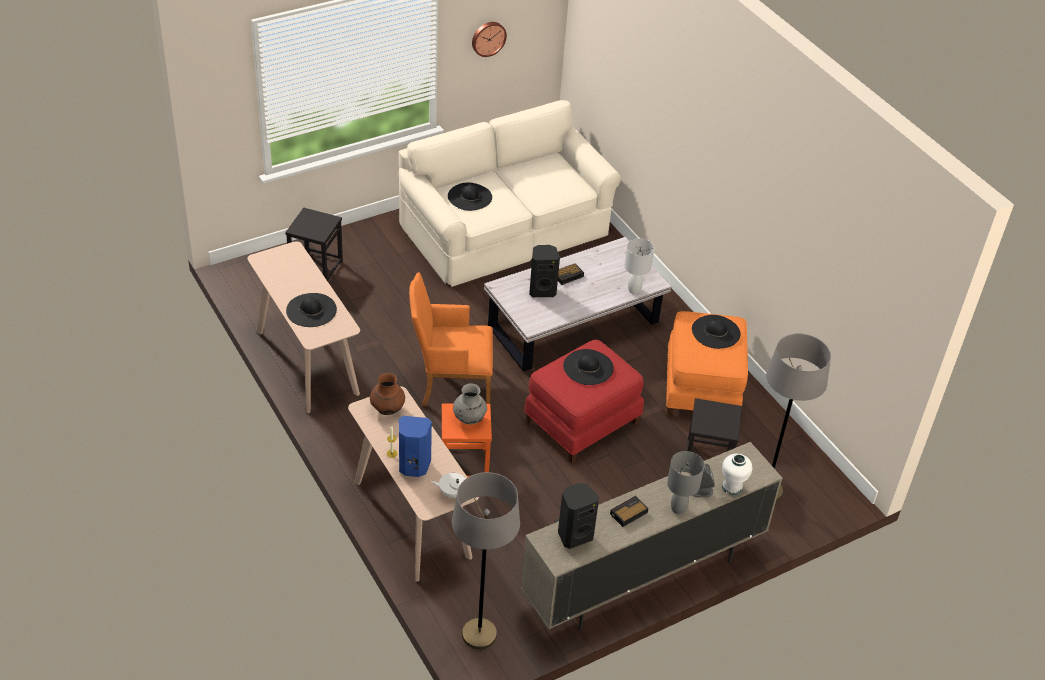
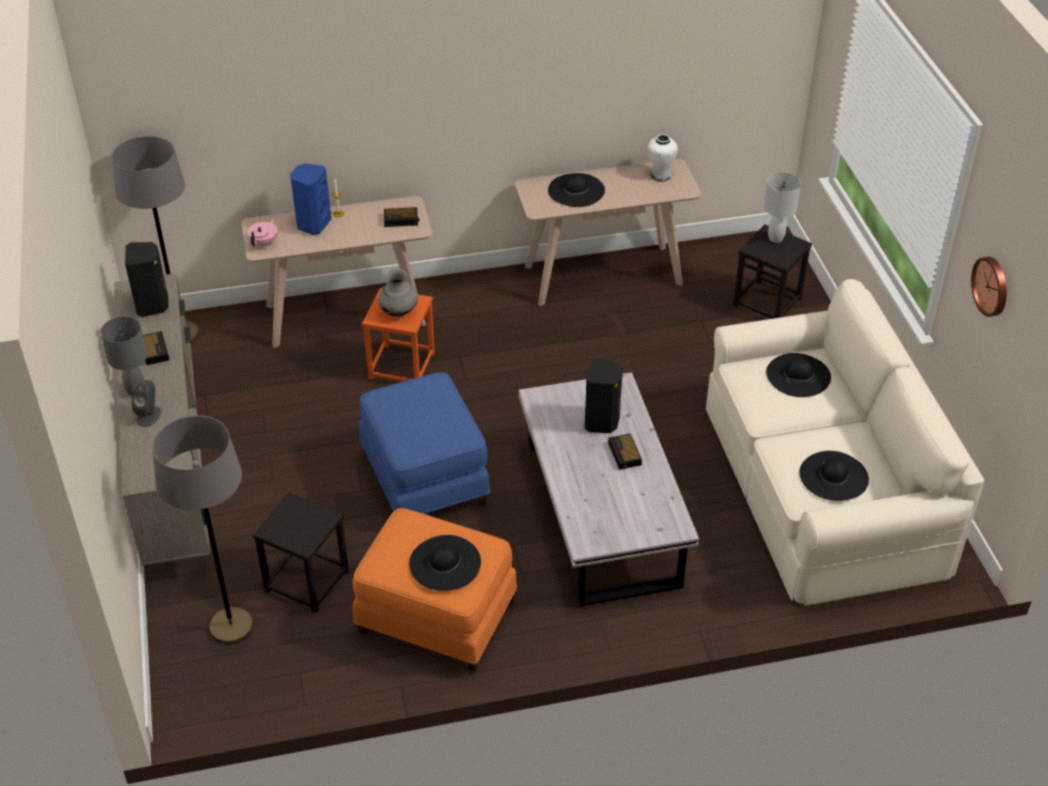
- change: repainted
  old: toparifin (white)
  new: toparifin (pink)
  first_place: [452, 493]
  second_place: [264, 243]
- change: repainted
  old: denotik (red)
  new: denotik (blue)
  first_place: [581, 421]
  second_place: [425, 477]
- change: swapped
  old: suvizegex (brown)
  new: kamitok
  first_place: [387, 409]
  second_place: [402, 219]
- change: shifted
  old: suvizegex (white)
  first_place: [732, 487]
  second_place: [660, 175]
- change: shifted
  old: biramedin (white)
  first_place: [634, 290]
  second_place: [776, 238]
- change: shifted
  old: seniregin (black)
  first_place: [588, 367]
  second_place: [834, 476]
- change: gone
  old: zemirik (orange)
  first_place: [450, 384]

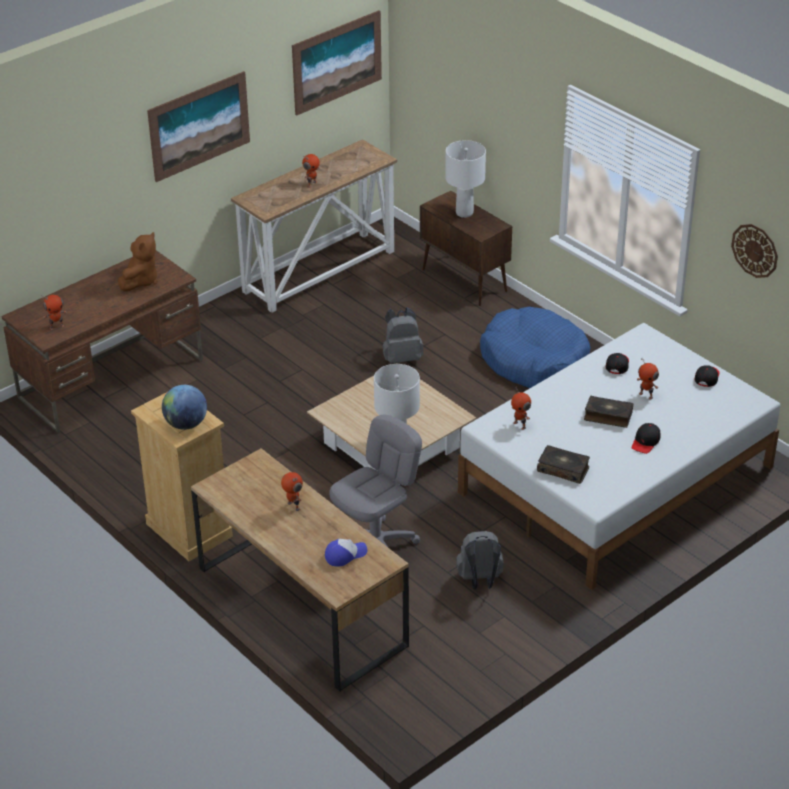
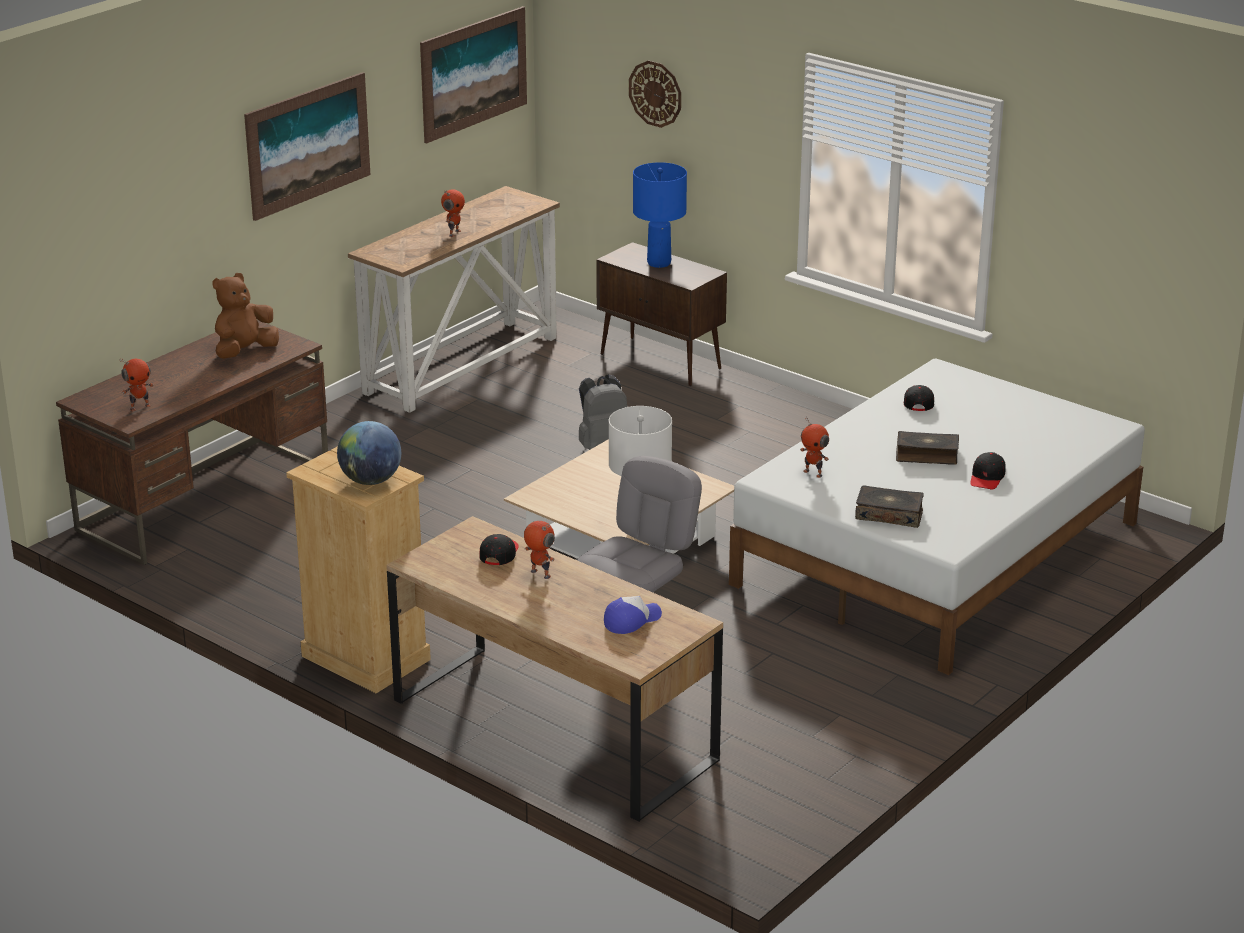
- change: rotated
  old: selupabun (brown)
  first_place: [140, 281]
  second_place: [244, 352]
  degrees: -150
- change: shifted
  old: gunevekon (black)
  first_place: [707, 378]
  second_place: [499, 554]
- change: shifted
  old: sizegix
  first_place: [755, 250]
  second_place: [655, 93]
- change: repainted
  old: biramedin (white)
  new: biramedin (blue)
  first_place: [464, 213]
  second_place: [659, 263]
- change: gone
  old: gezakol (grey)
  first_place: [480, 581]
- change: gone
  old: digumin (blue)
  first_place: [535, 361]
- change: gone
  old: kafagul
  first_place: [646, 395]

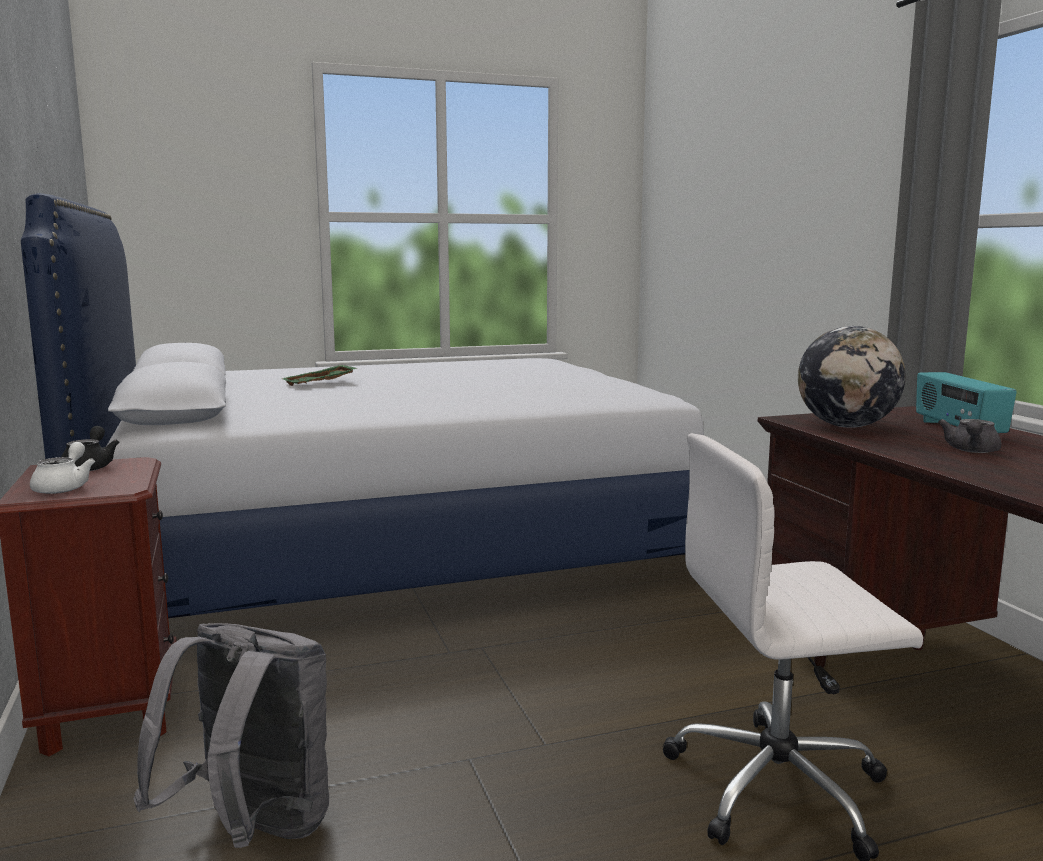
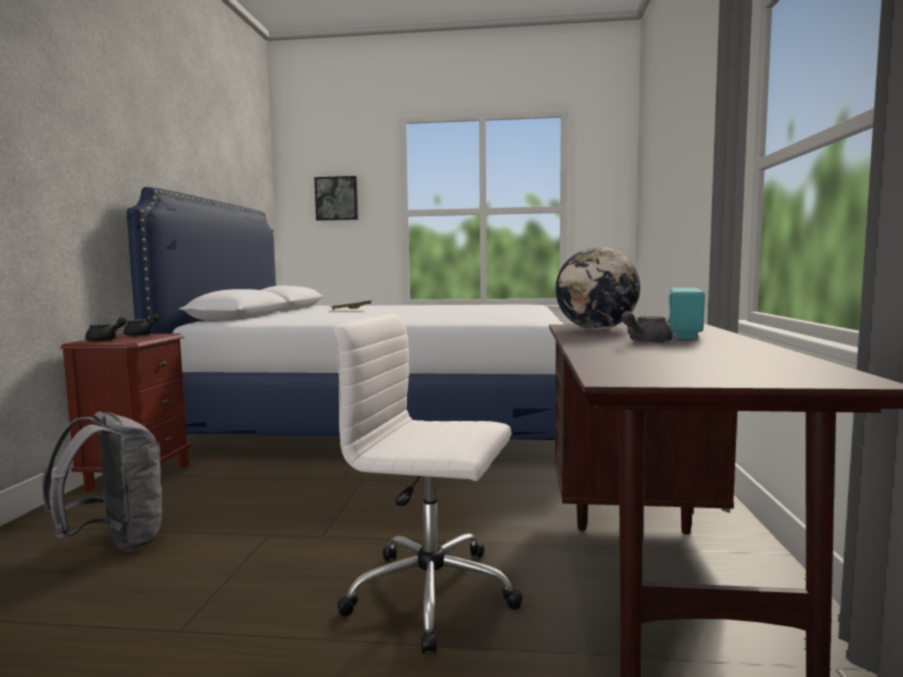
- change: repainted
  old: toparifin (white)
  new: toparifin (black)
  first_place: [64, 487]
  second_place: [106, 340]
- change: new
  new: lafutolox
  second_place: [337, 198]

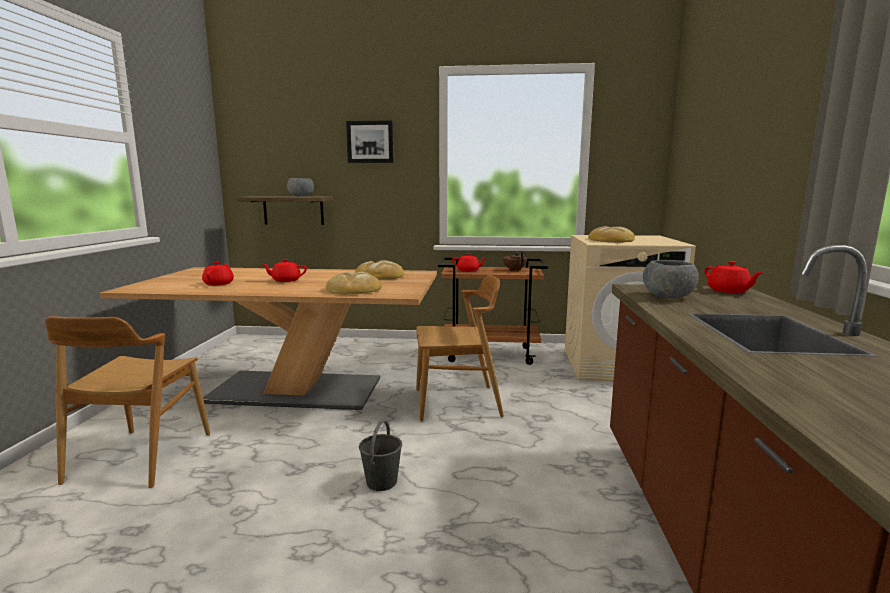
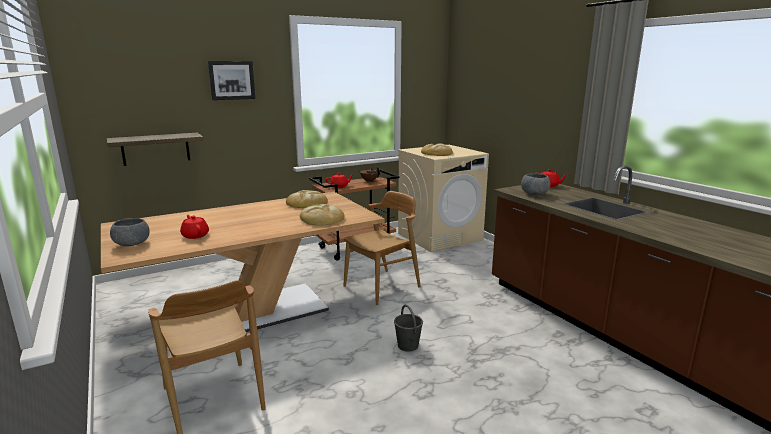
- change: shifted
  old: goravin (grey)
  first_place: [301, 196]
  second_place: [132, 244]
- change: gone
  old: toparifin (red)
  first_place: [285, 280]

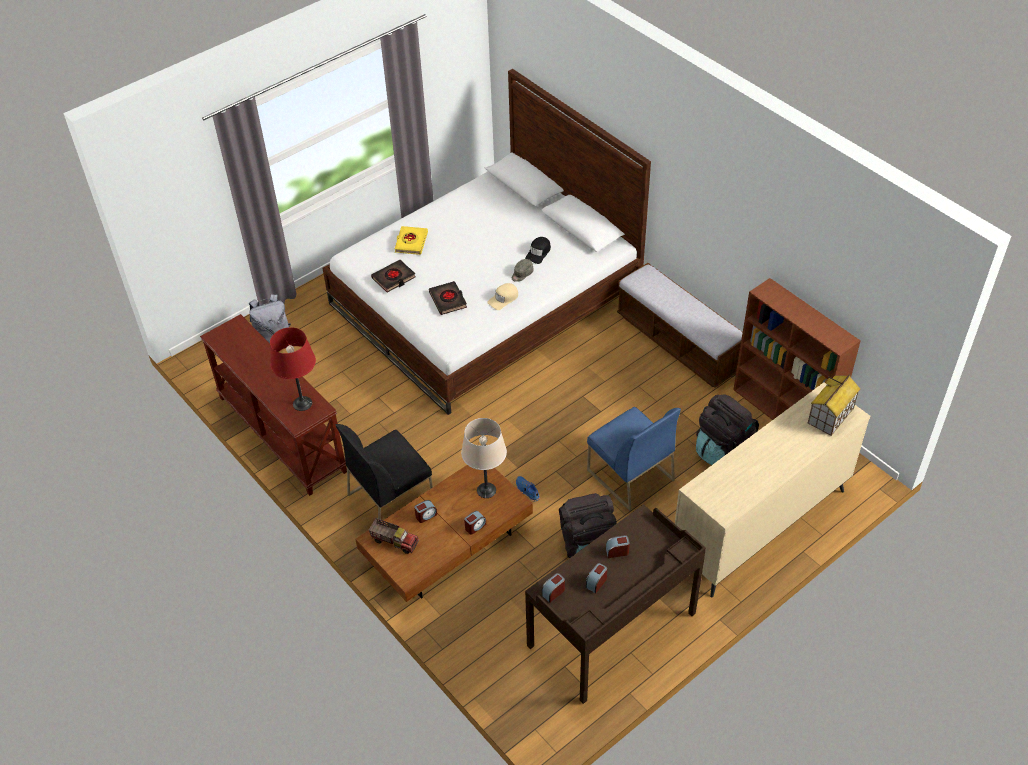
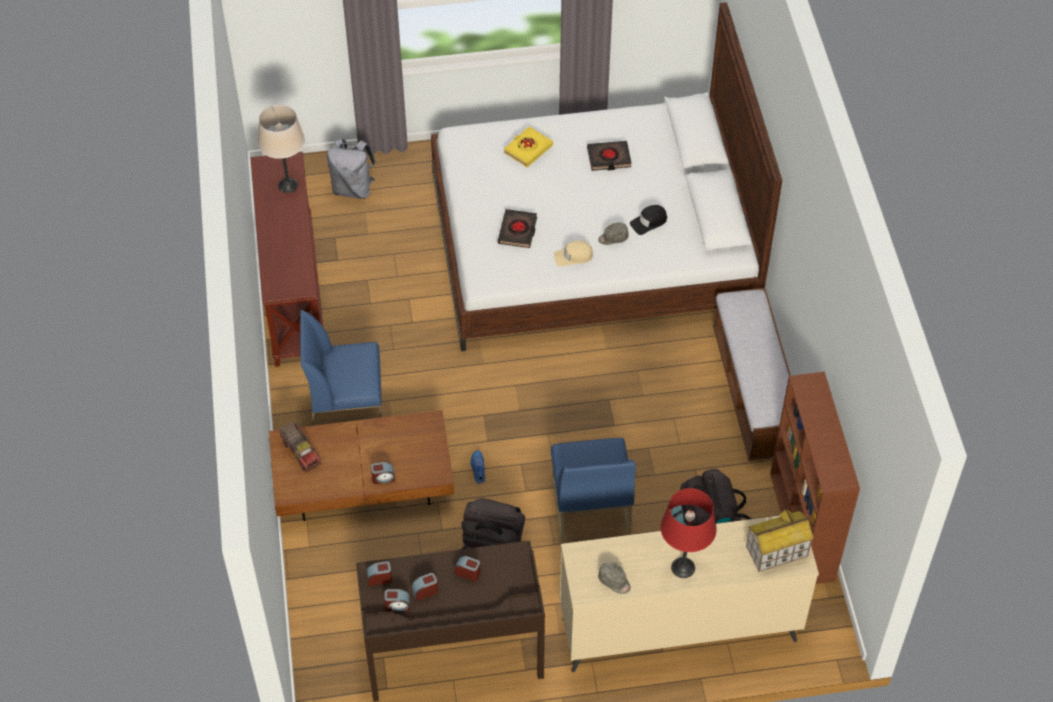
- change: shifted
  old: biramedin (beige)
  first_place: [486, 490]
  second_place: [287, 185]
- change: repainted
  old: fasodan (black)
  new: fasodan (blue)
  first_place: [391, 497]
  second_place: [347, 407]
- change: shifted
  old: kamitok
  first_place: [426, 515]
  second_place: [397, 605]
- change: shifted
  old: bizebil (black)
  first_place: [393, 278]
  second_place: [609, 158]
- change: new
  new: gunevekon (grey)
  second_place: [614, 581]
- change: shifted
  old: biramedin (red)
  first_place: [302, 404]
  second_place: [683, 568]

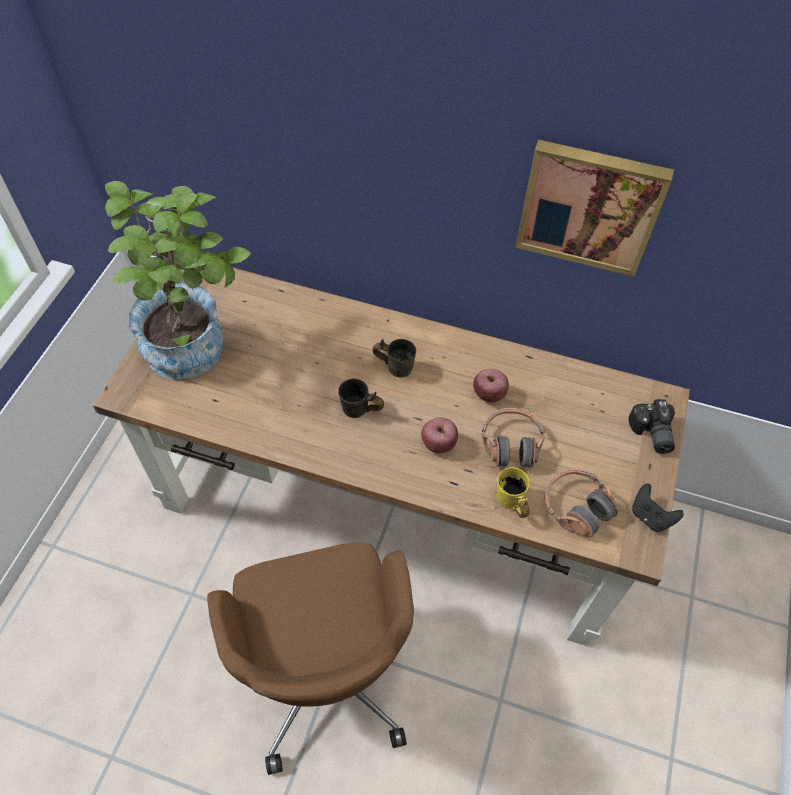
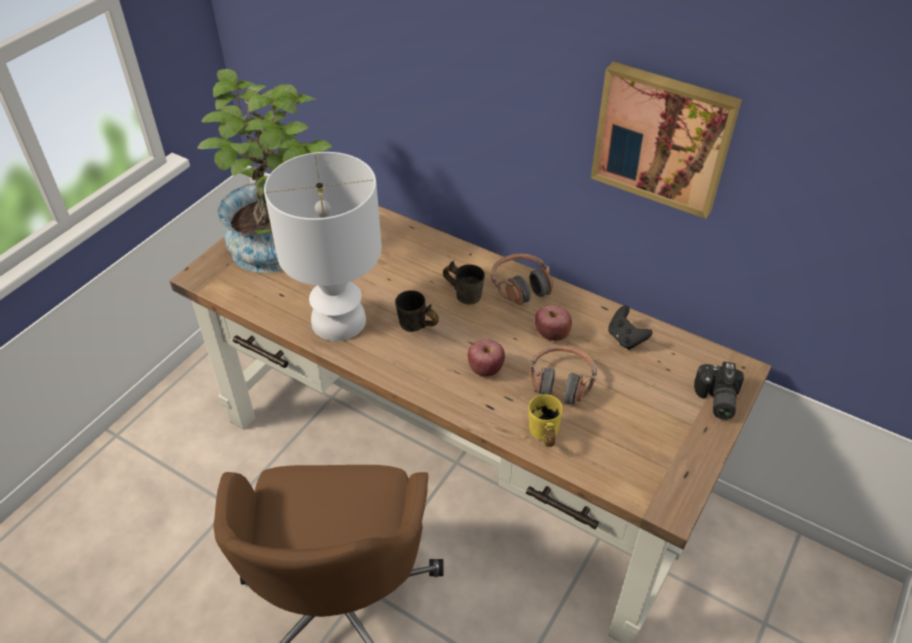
- change: new
  new: biramedin (white)
  second_place: [340, 320]
- change: shifted
  old: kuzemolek
  first_place: [576, 507]
  second_place: [521, 286]
- change: shifted
  old: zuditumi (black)
  first_place: [650, 516]
  second_place: [625, 338]

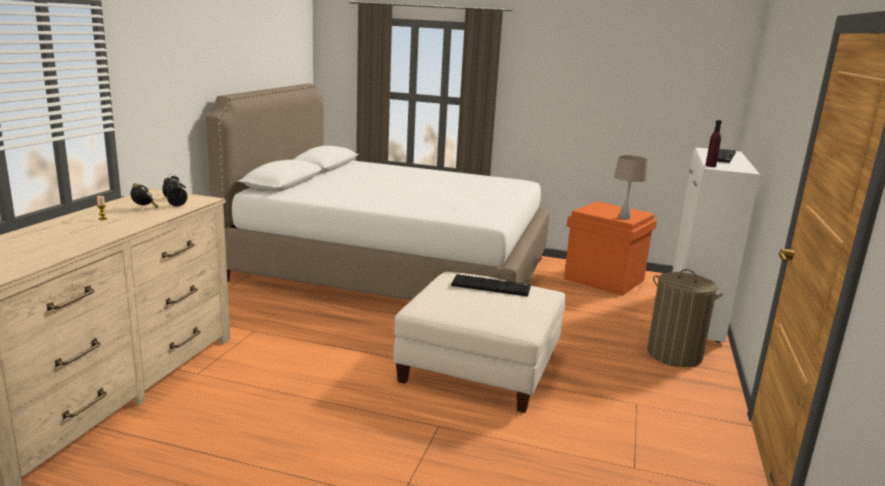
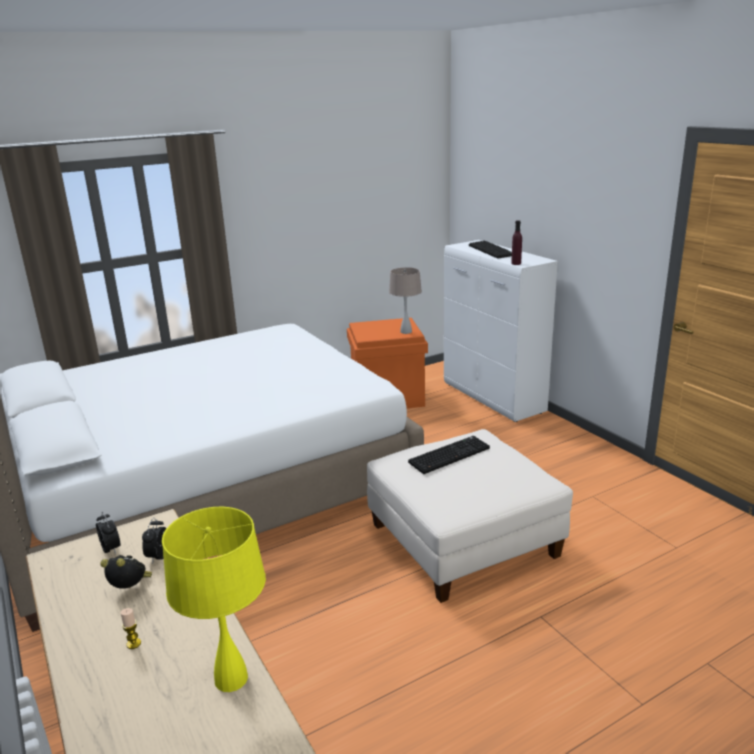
- change: new
  new: biramedin (yellow)
  second_place: [231, 678]
- change: gone
  old: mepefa
  first_place: [674, 354]

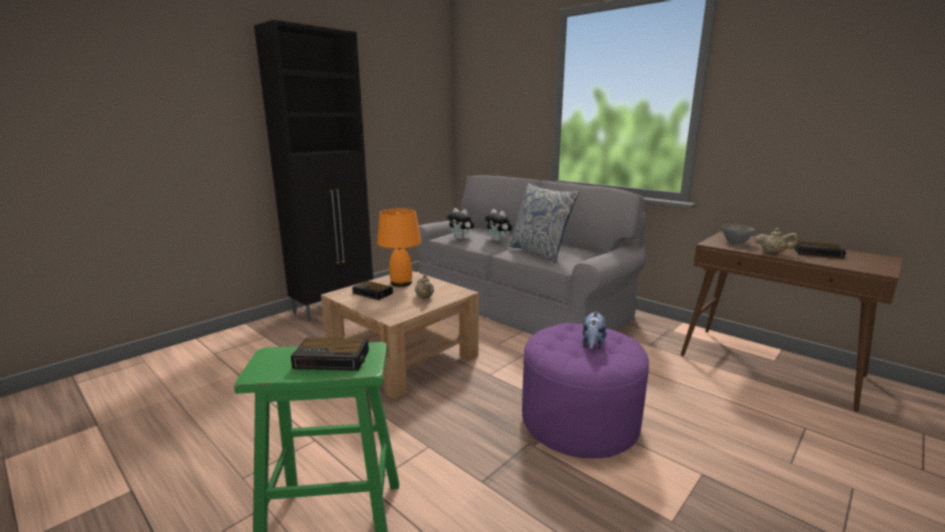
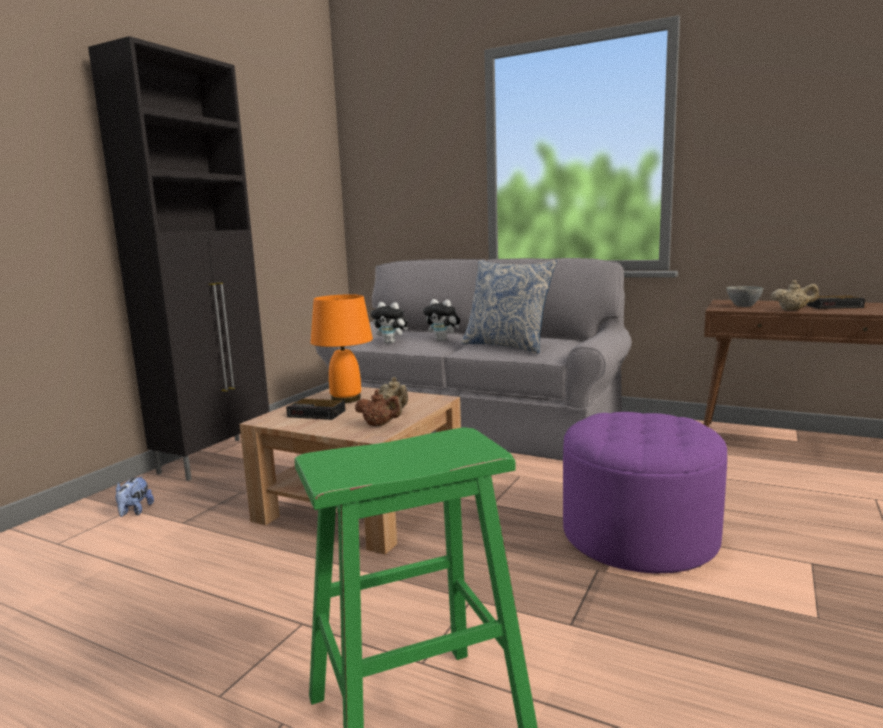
- change: shifted
  old: selupabun
  first_place: [592, 344]
  second_place: [135, 512]
- change: new
  new: toparifin (brown)
  second_place: [379, 425]
- change: gone
  old: kamitok
  first_place: [333, 359]

